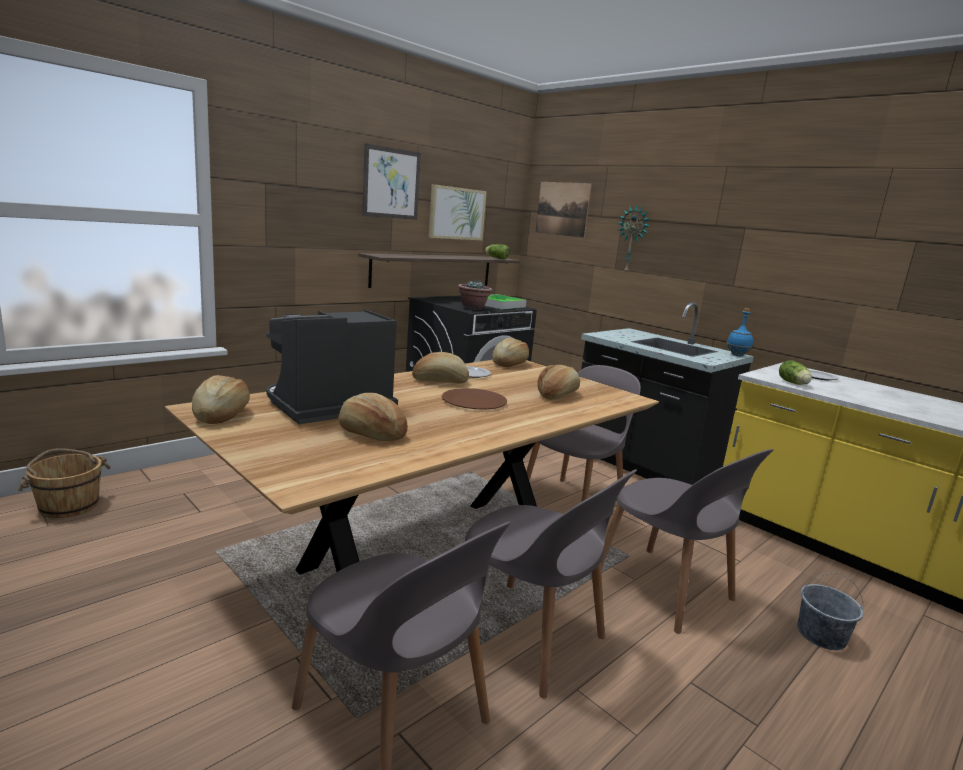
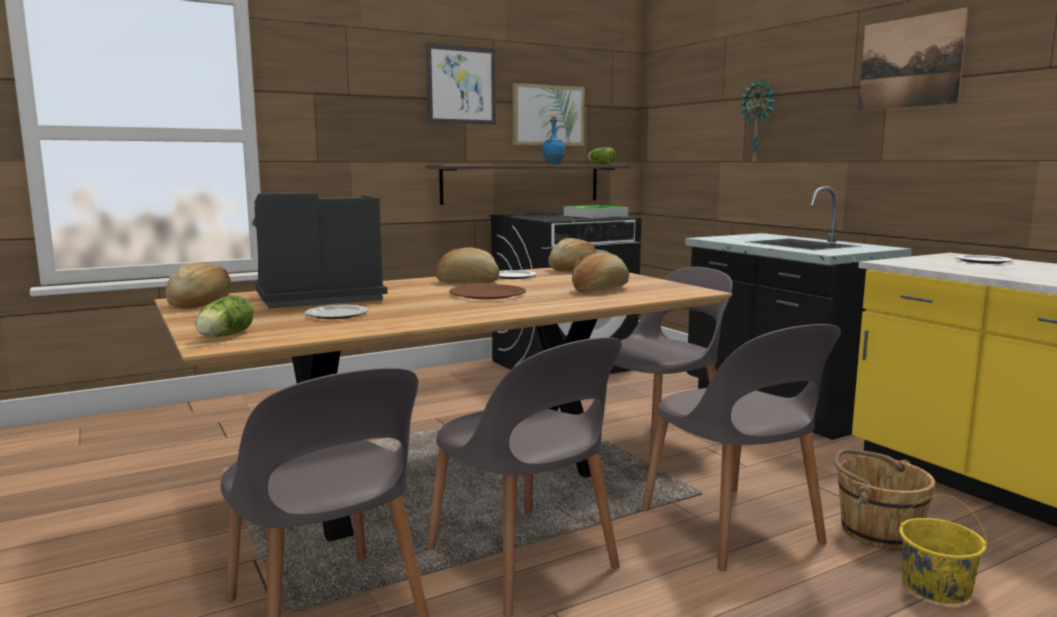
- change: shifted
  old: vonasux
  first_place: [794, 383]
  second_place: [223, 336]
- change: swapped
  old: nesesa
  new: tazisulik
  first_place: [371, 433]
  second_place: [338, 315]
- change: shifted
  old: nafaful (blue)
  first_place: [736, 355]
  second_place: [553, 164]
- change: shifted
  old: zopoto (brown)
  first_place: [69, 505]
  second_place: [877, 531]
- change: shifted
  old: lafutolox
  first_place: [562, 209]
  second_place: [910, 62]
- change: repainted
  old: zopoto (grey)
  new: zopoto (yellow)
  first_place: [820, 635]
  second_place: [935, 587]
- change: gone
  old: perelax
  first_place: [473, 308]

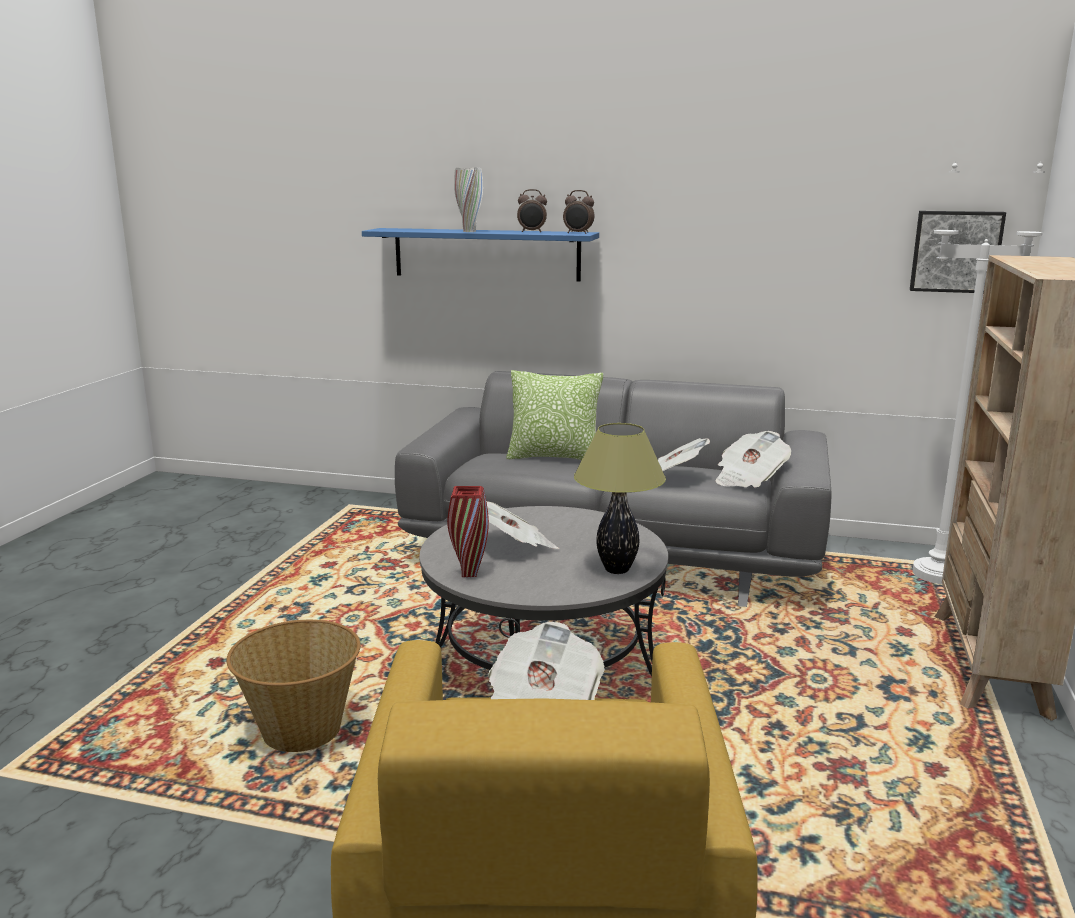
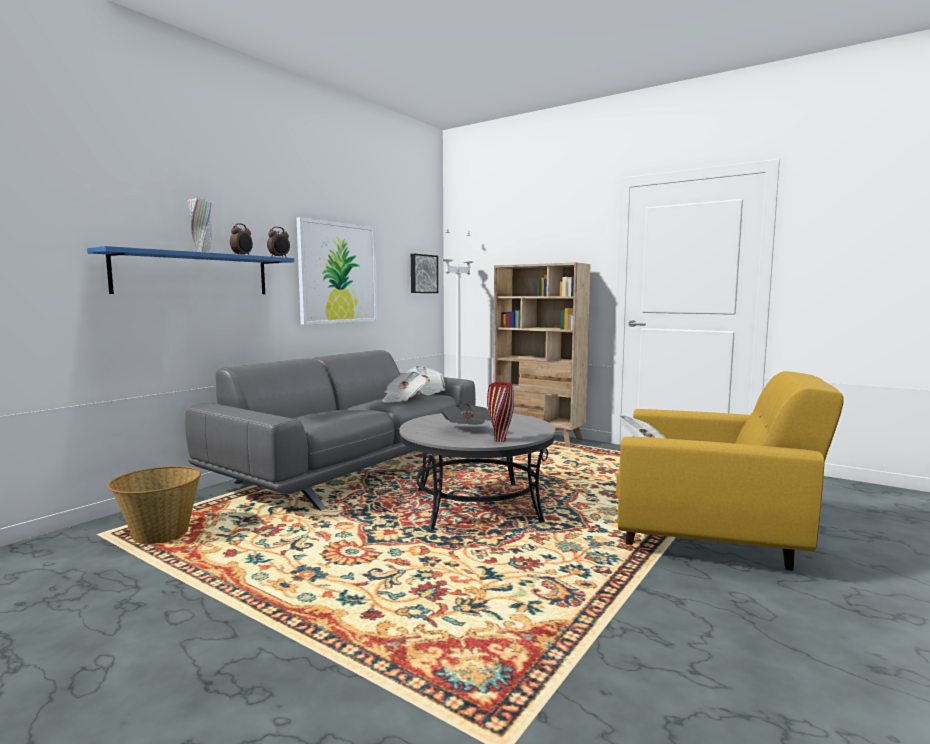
- change: shifted
  old: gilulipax
  first_place: [301, 729]
  second_place: [160, 534]
- change: new
  new: lafutolox
  second_place: [338, 273]
- change: gone
  old: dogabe
  first_place: [554, 457]
- change: gone
  old: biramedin
  first_place: [617, 570]

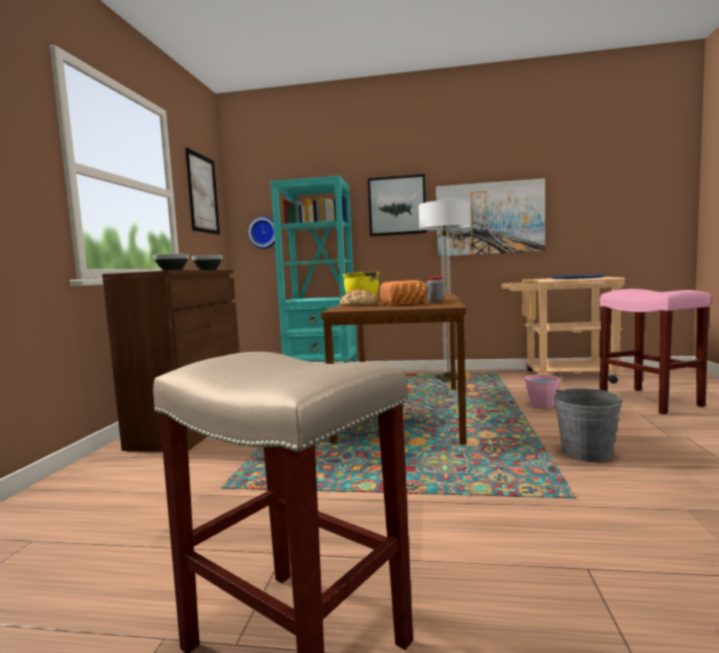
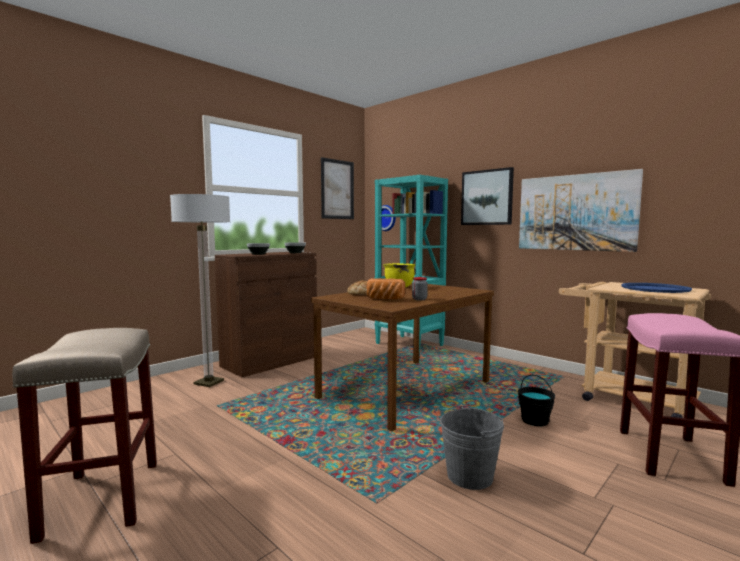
- change: shifted
  old: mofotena
  first_place: [448, 379]
  second_place: [209, 382]
- change: repainted
  old: zopoto (pink)
  new: zopoto (black)
  first_place: [542, 404]
  second_place: [535, 420]

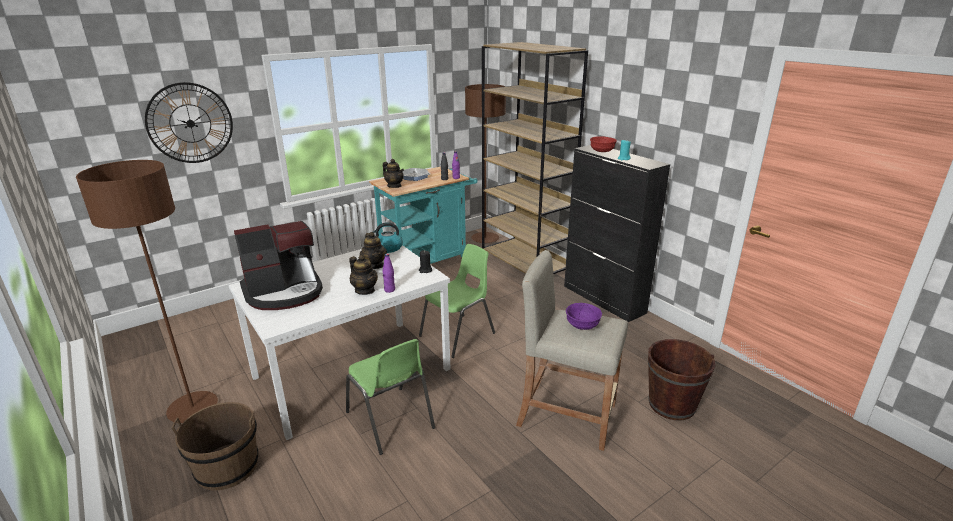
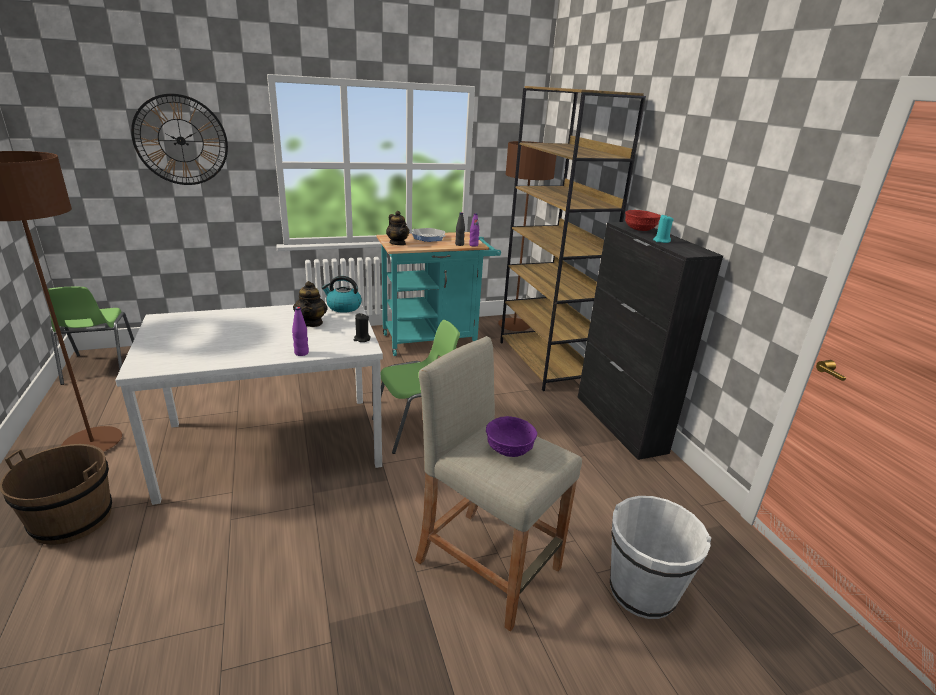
- change: shifted
  old: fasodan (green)
  first_place: [391, 421]
  second_place: [99, 367]
- change: repainted
  old: zopoto (brown)
  new: zopoto (white)
  first_place: [672, 405]
  second_place: [642, 591]
- change: gone
  old: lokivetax
  first_place: [284, 292]
- change: gone
  old: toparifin
  first_place: [365, 290]

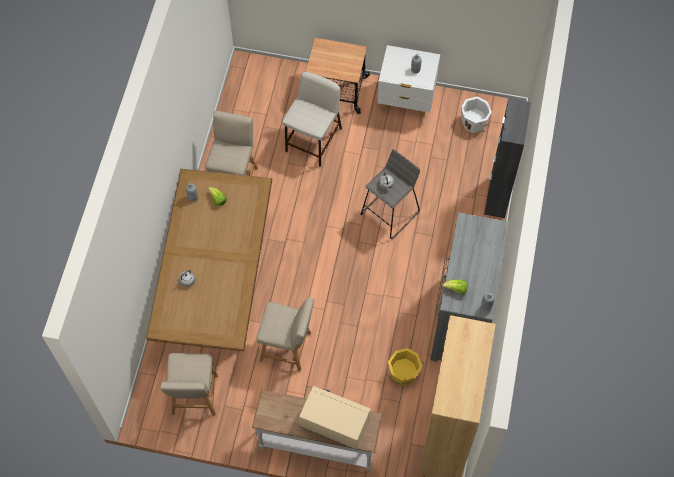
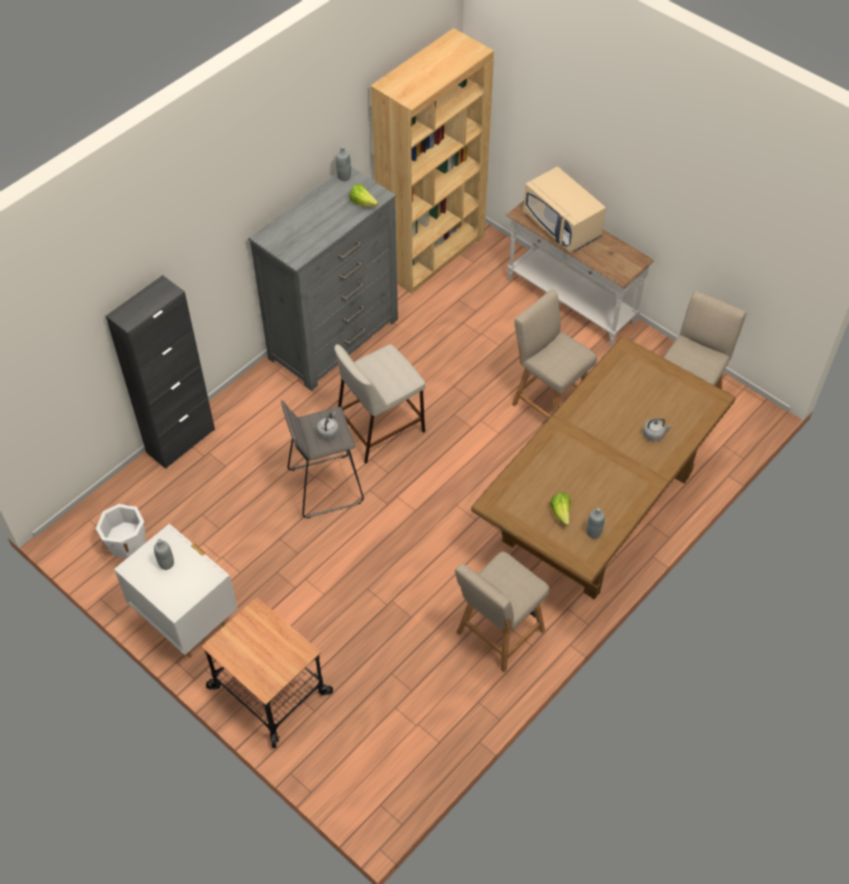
- change: shifted
  old: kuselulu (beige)
  first_place: [313, 140]
  second_place: [381, 427]
- change: gone
  old: zopoto (yellow)
  first_place: [403, 374]

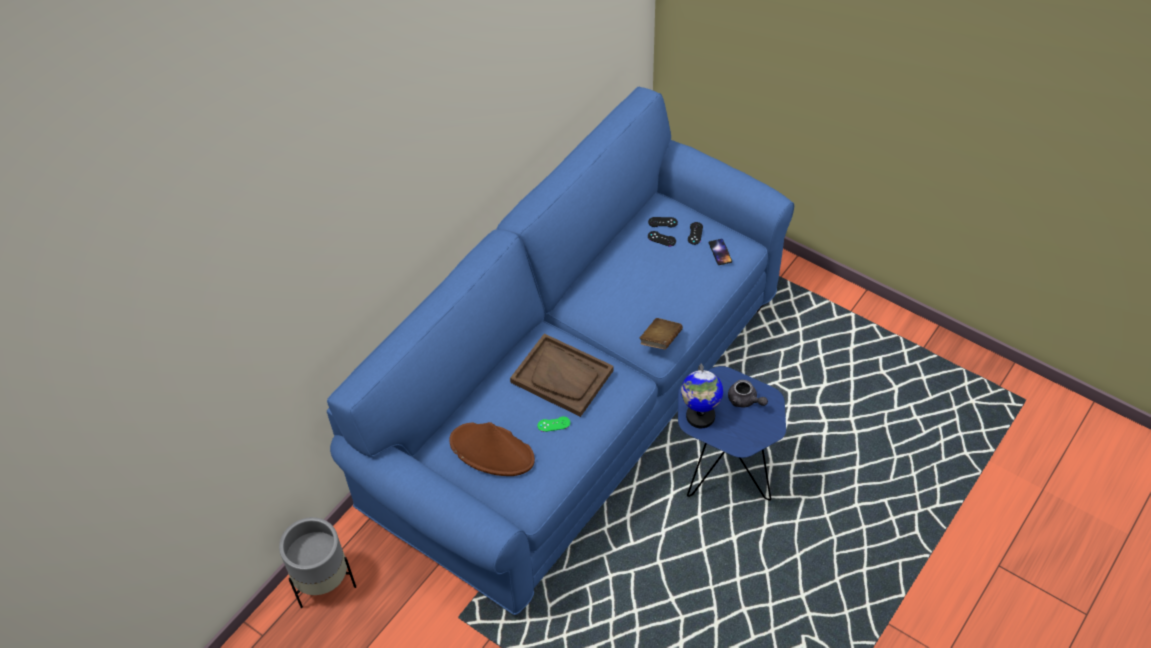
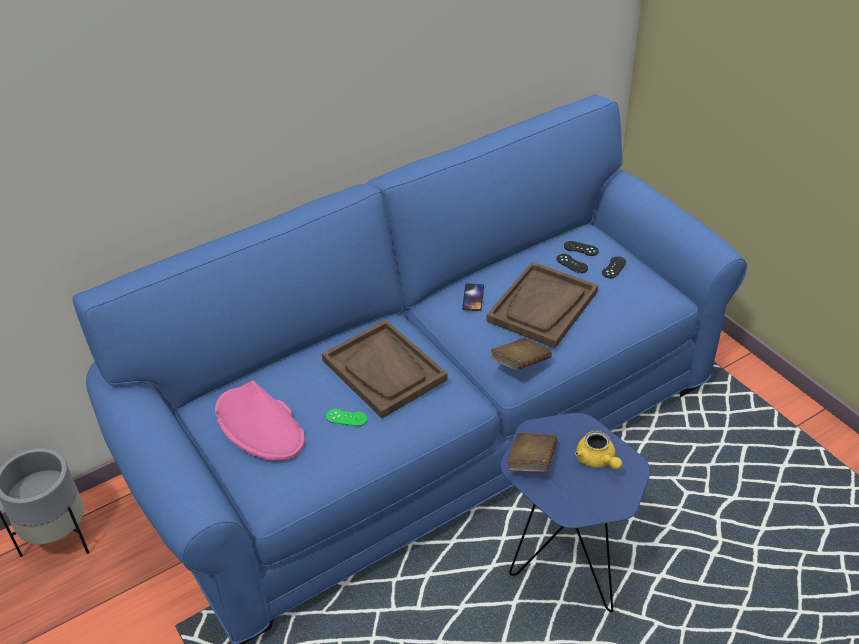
- change: repainted
  old: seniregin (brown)
  new: seniregin (pink)
  first_place: [492, 451]
  second_place: [260, 425]
- change: shifted
  old: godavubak
  first_place: [720, 252]
  second_place: [473, 297]
- change: new
  new: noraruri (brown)
  second_place: [542, 307]
- change: swapped
  old: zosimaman
  new: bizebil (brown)
  first_place: [700, 416]
  second_place: [531, 462]
- change: repainted
  old: toparifin (grey)
  new: toparifin (yellow)
  first_place: [745, 400]
  second_place: [597, 460]

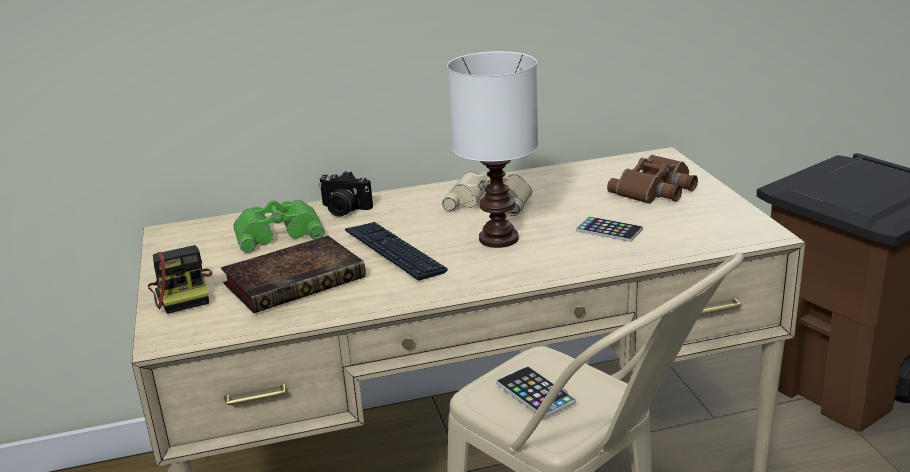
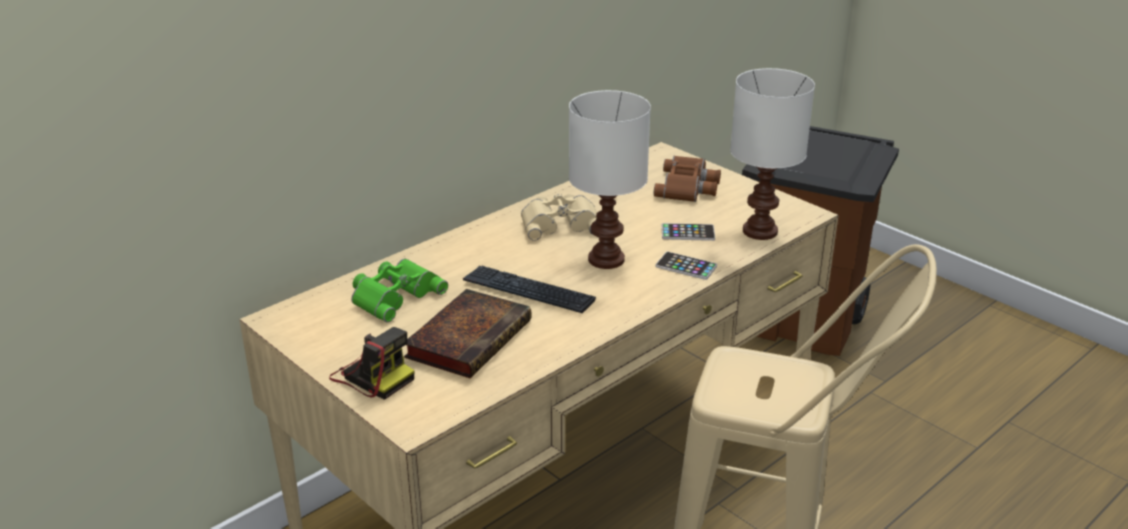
- change: shifted
  old: godavubak
  first_place: [535, 393]
  second_place: [686, 266]
- change: new
  new: biramedin (white)
  second_place: [761, 231]
- change: gone
  old: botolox
  first_place: [343, 210]

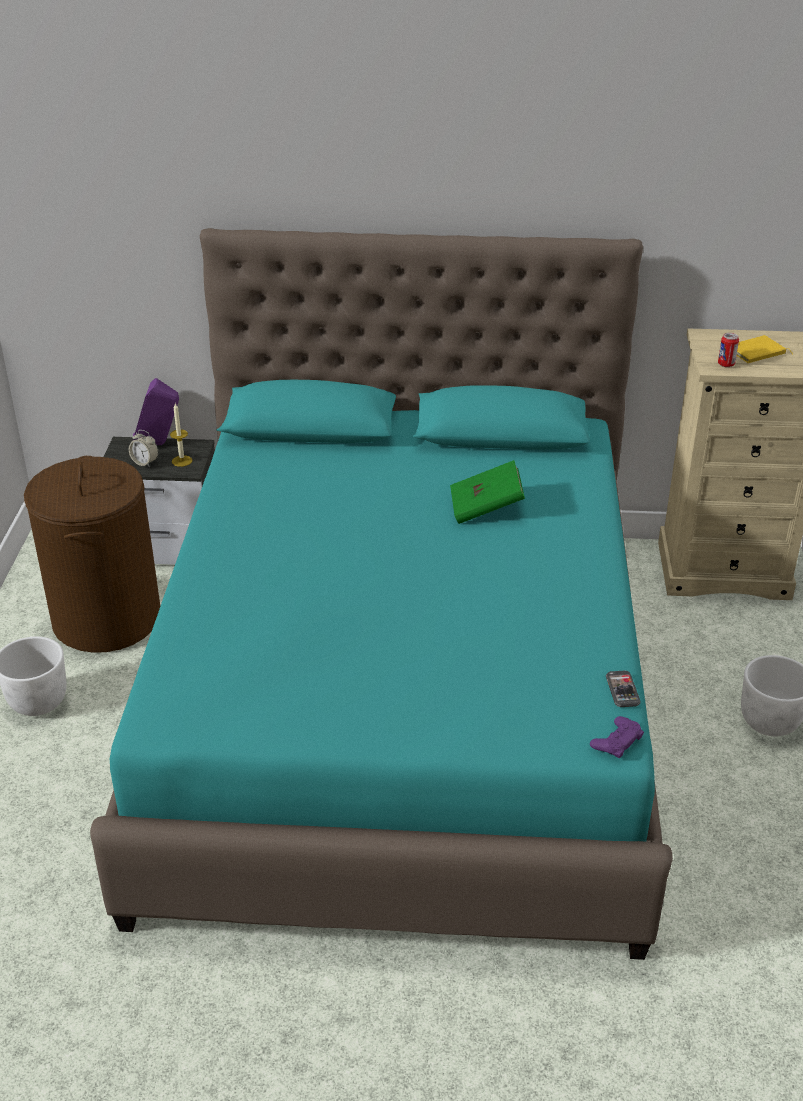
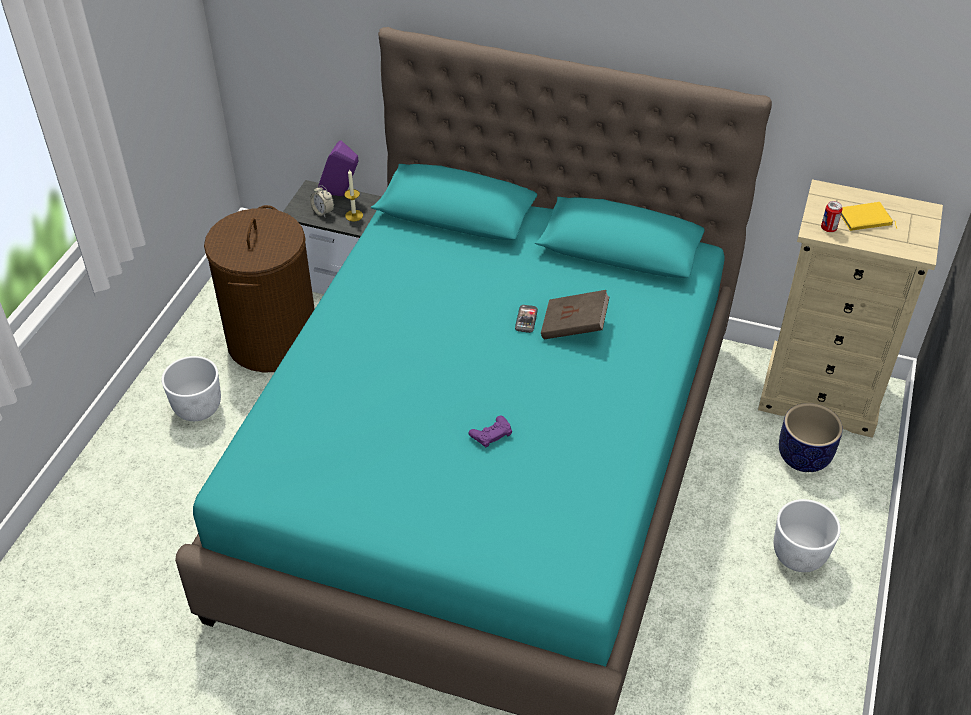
- change: shifted
  old: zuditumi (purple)
  first_place: [616, 741]
  second_place: [491, 434]
- change: shifted
  old: godavubak
  first_place: [622, 690]
  second_place: [526, 319]
- change: repainted
  old: bizebil (green)
  new: bizebil (brown)
  first_place: [486, 508]
  second_place: [574, 327]
- change: new
  new: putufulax
  second_place: [804, 457]

